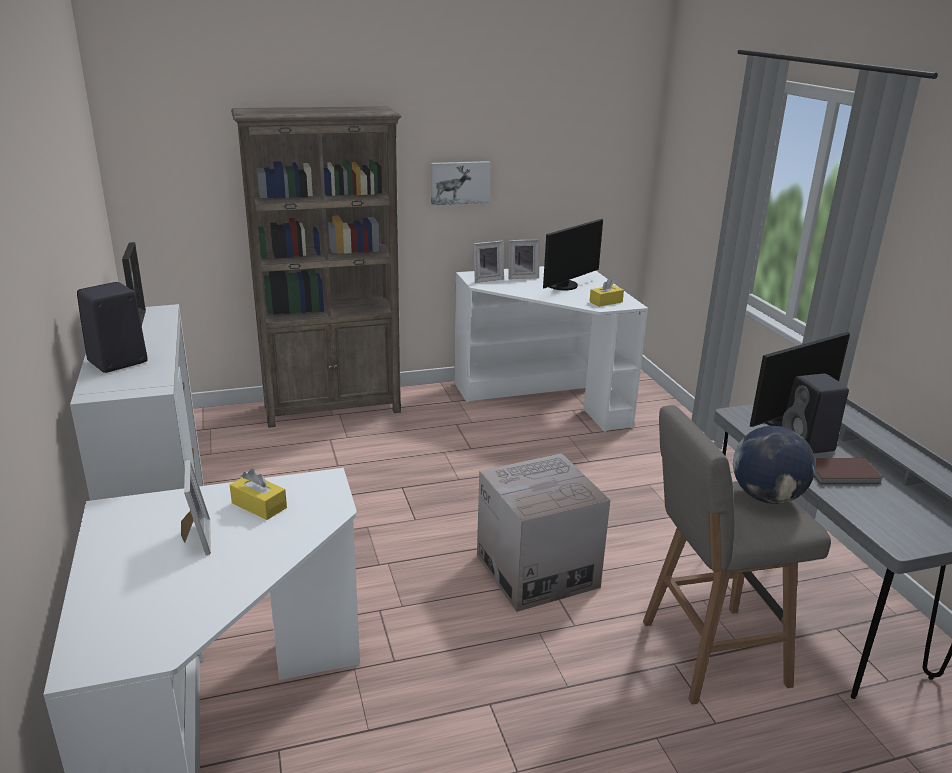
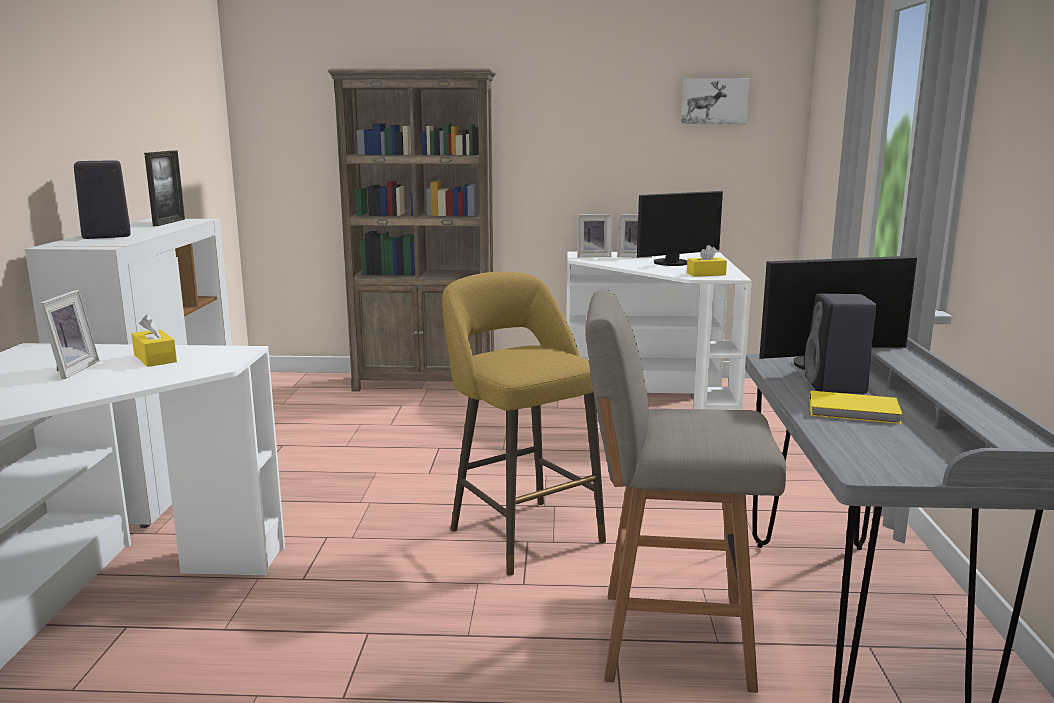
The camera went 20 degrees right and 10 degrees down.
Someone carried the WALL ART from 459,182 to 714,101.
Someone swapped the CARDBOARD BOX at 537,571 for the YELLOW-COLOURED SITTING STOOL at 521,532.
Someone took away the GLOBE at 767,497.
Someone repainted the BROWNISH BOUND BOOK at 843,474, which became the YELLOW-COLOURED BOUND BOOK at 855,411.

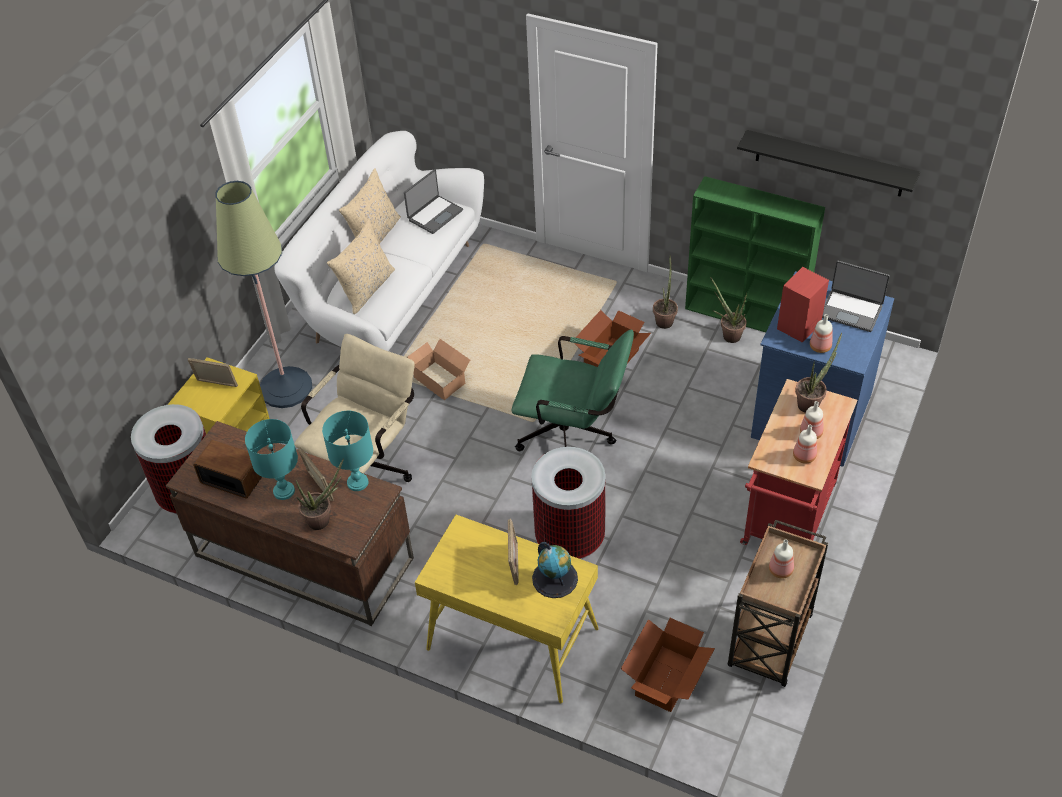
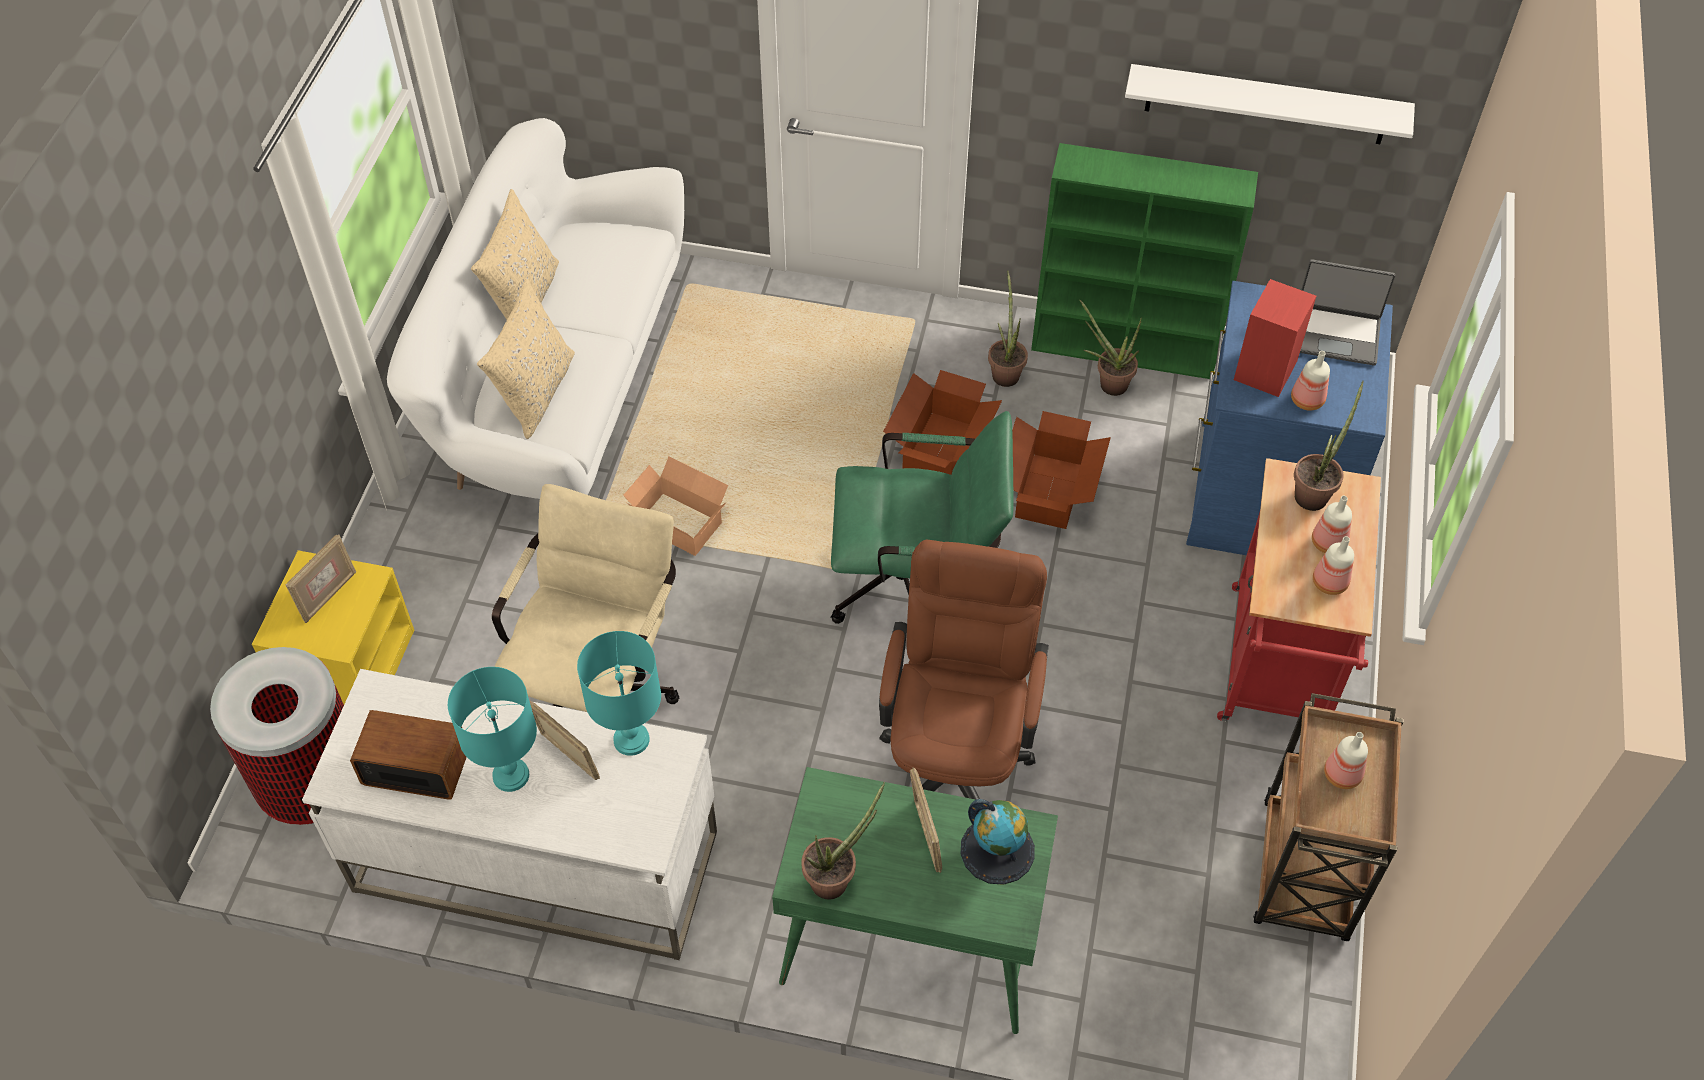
The camera went 15 degrees left and 5 degrees up.
Someone repainted the BROWNISH DESK at 303,557, which became the WHITE-COLOURED DESK at 534,861.
Someone rotated the PHOTO FRAME at 216,384 by 120 degrees clockwise.
Someone took away the STANDING LAMP at 286,388.
Someone carried the HOUSEPLANT from 323,519 to 836,878.
Someone took away the LAPTOP at 434,215.
Someone repainted the YELLOW-COLOURED DESK at 511,639, which became the GREENISH DESK at 910,941.
Someone swapped the WASTE BIN at 570,538 for the BROWNISH COMPUTER CHAIR at 956,756.
Someone carried the CARDBOARD BOX from 665,679 to 1048,491.
Someone repainted the BLACK WALL SHELF at 829,164, which became the WHITE-COLOURED WALL SHELF at 1266,105.

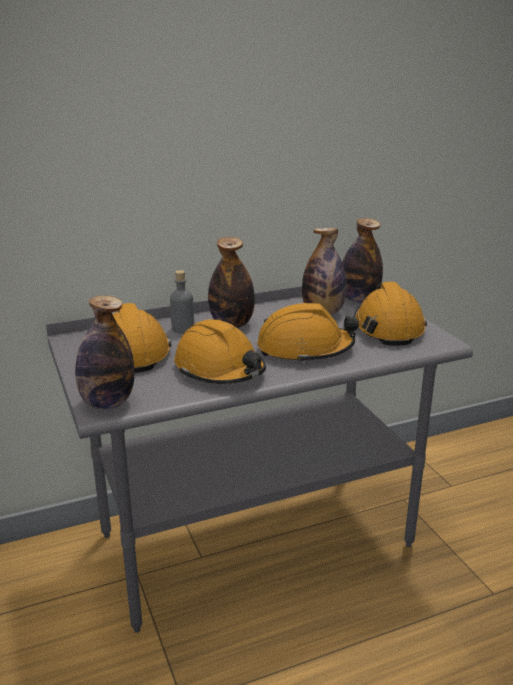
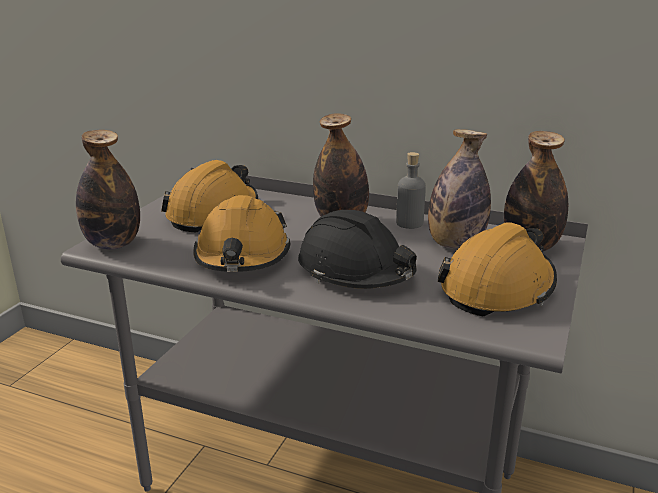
The camera went 45 degrees right and 0 degrees up.
Someone carried the GREY DRINK BOTTLE from 183,329 to 409,223.
Someone repainted the ORANGE-COLOURED HARD HAT at 305,349, which became the BLACK HARD HAT at 356,271.

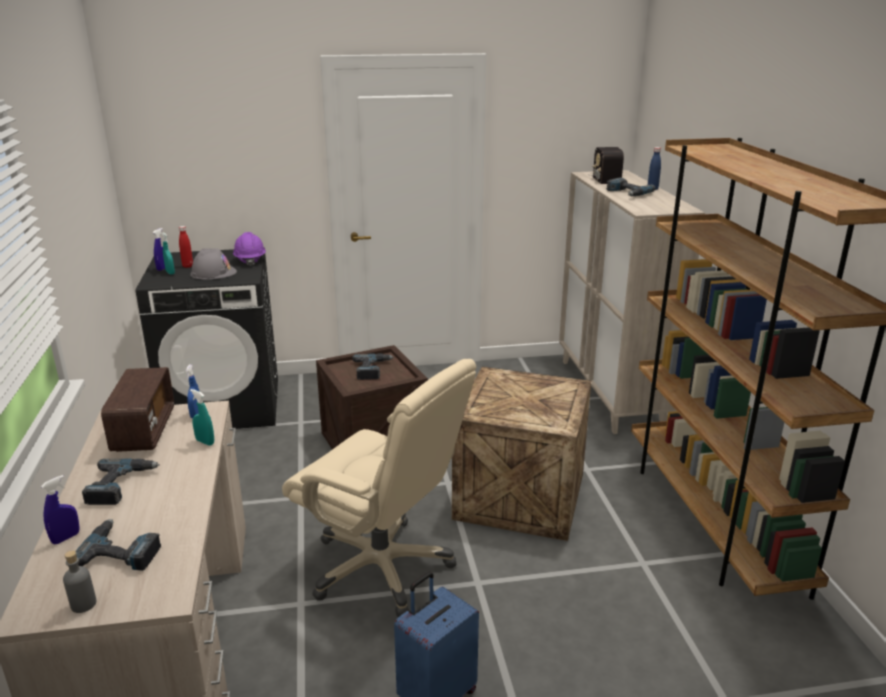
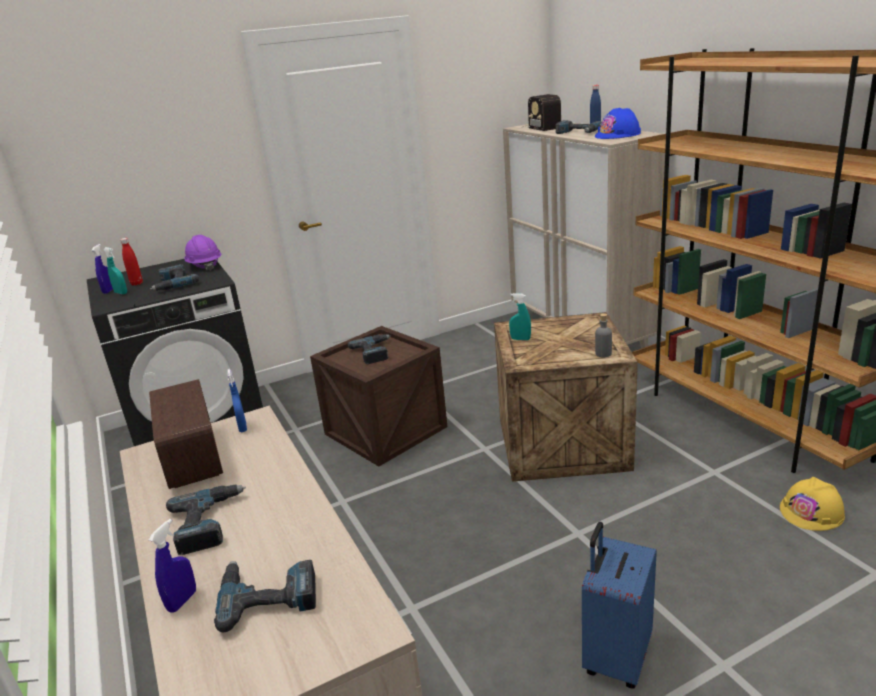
The camera went 15 degrees left and 0 degrees up.
Someone carried the GREY DRINK BOTTLE from 83,604 to 603,354.
Someone swapped the GREY HARD HAT at 213,273 for the DRILL at 172,284.
Someone carried the TURQUOISE-COLOURED HAND SPRAYER from 205,442 to 520,339.
Someone took away the BEIGE-COLOURED COMPUTER CHAIR at 382,567.
Someone put down the BLUE-COLOURED HARD HAT at 617,135.
Someone put down the YELLOW-COLOURED HARD HAT at 812,511.

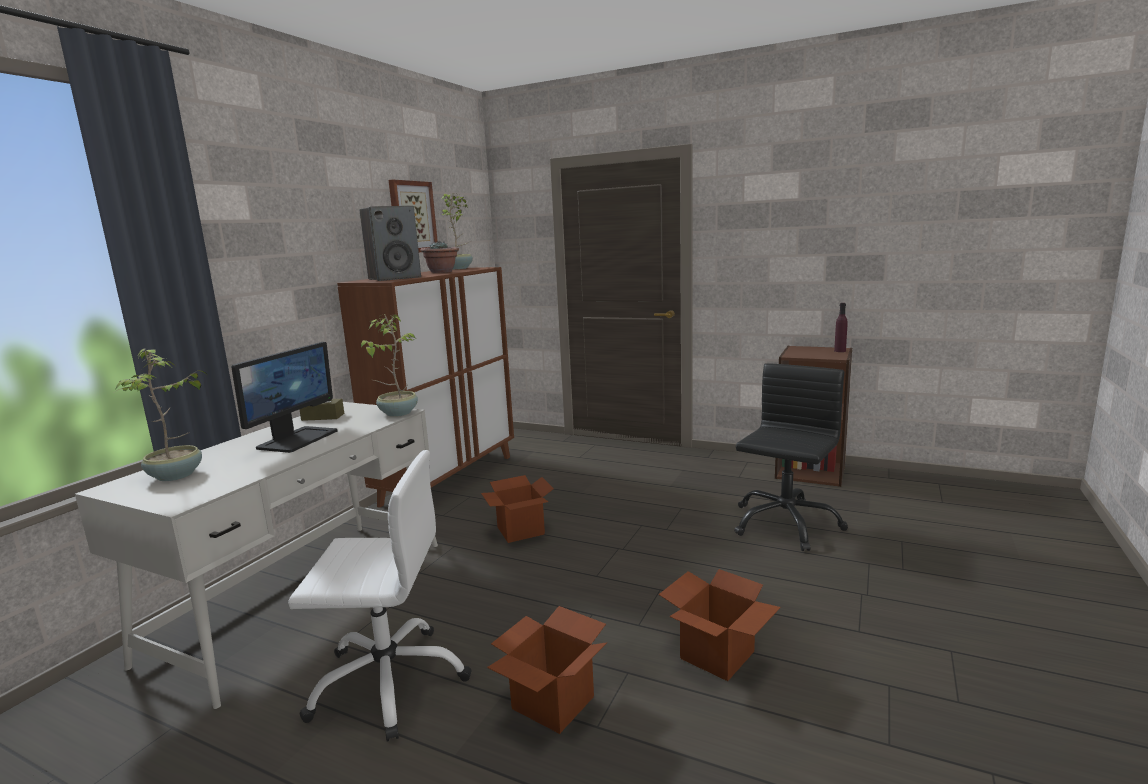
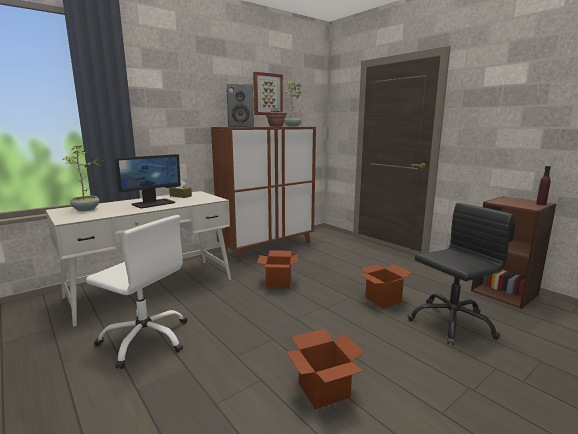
The camera went 25 degrees right and 0 degrees up.
Someone took away the HOUSEPLANT at 397,413.
Someone carried the CARDBOARD BOX from 553,702 to 383,300.

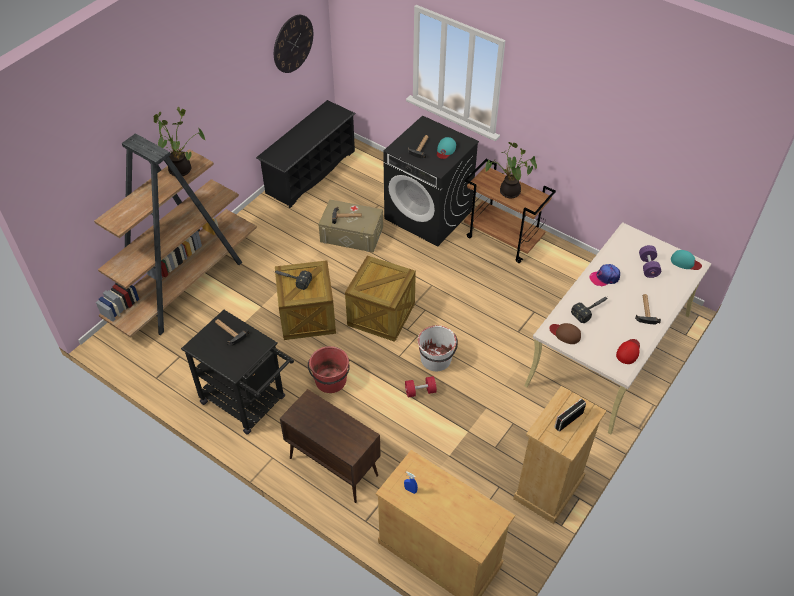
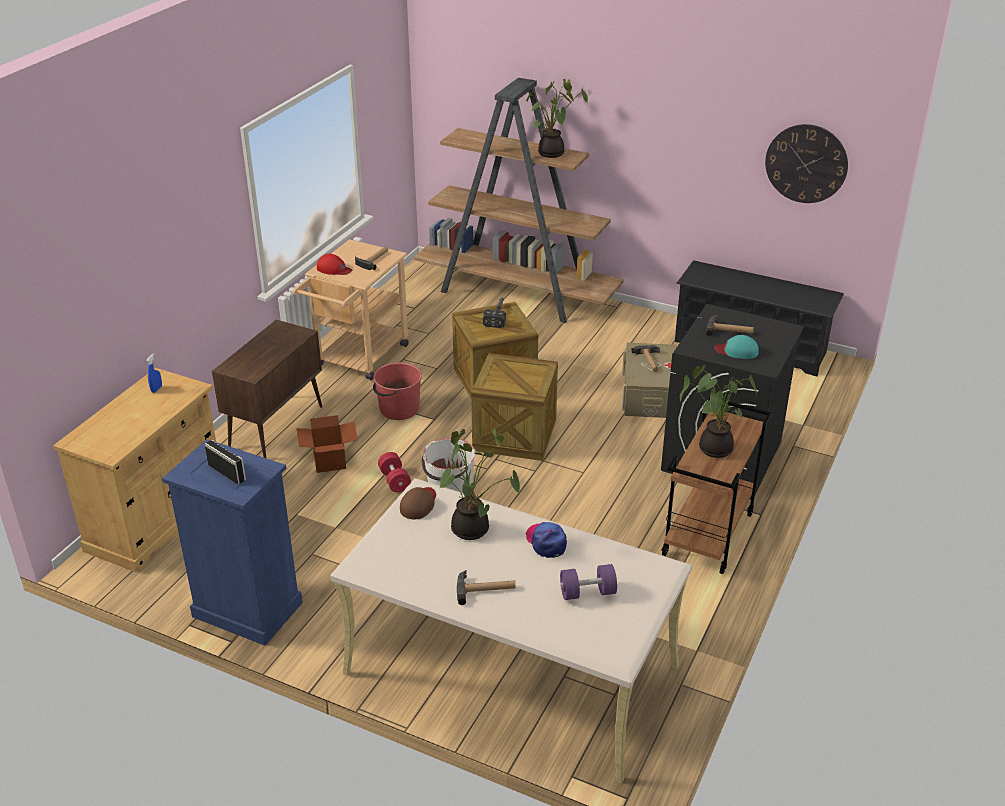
The camera went 80 degrees right and 15 degrees down.
Someone repainted the BLACK CART at 248,403, which became the BEIGE-COLOURED CART at 358,359.
Someone repainted the BEIGE-COLOURED DRAWER CHEST at 548,489, which became the BLUE-COLOURED DRAWER CHEST at 247,609.
Someone swapped the TOOL HAMMER at 591,309 for the HOUSEPLANT at 473,529.
Someone carried the REDDISH BASEBALL CAP from 628,352 to 334,269.
Someone took away the TURQUOISE-COLOURED BASEBALL CAP at 685,262.
Someone put down the CARDBOARD BOX at 329,461.

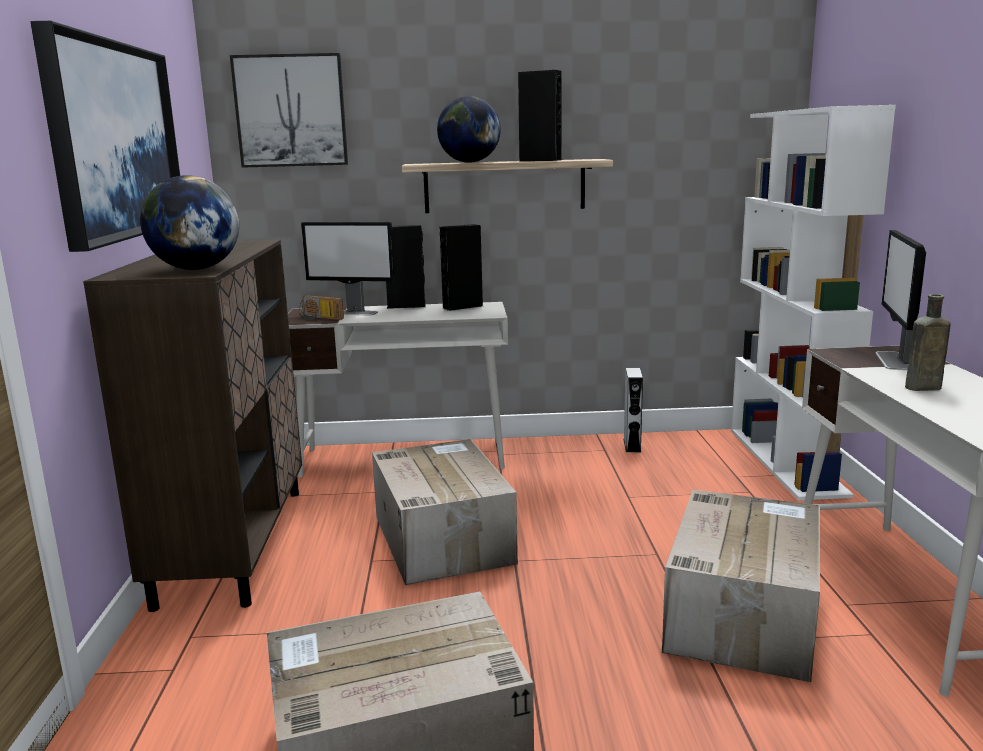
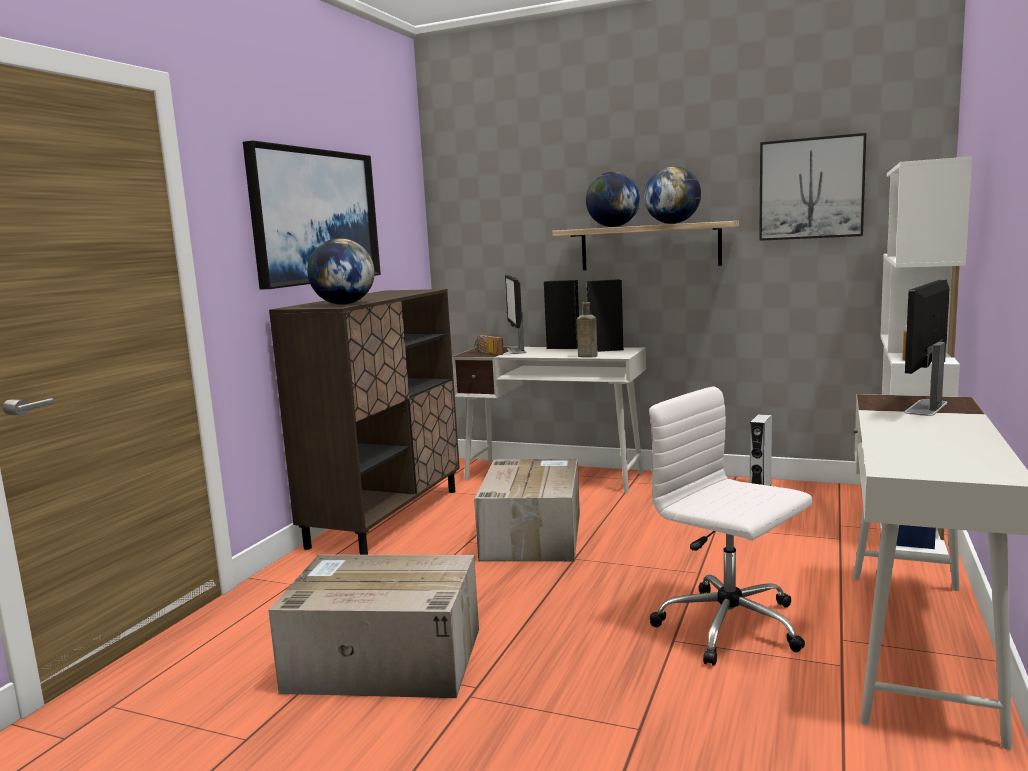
The camera went 25 degrees right and 5 degrees down.
Someone carried the WALL ART from 291,111 to 811,188.
Someone rotated the COMPUTER SCREEN at 353,313 by 45 degrees clockwise.
Someone swapped the BLACK SPEAKER at 540,160 for the GLOBE at 672,223.
Someone swapped the CARDBOARD BOX at 742,613 for the WHITE-COLOURED COMPUTER CHAIR at 732,627.
Someone carried the BROWNISH DRINK BOTTLE from 920,388 to 586,356.

